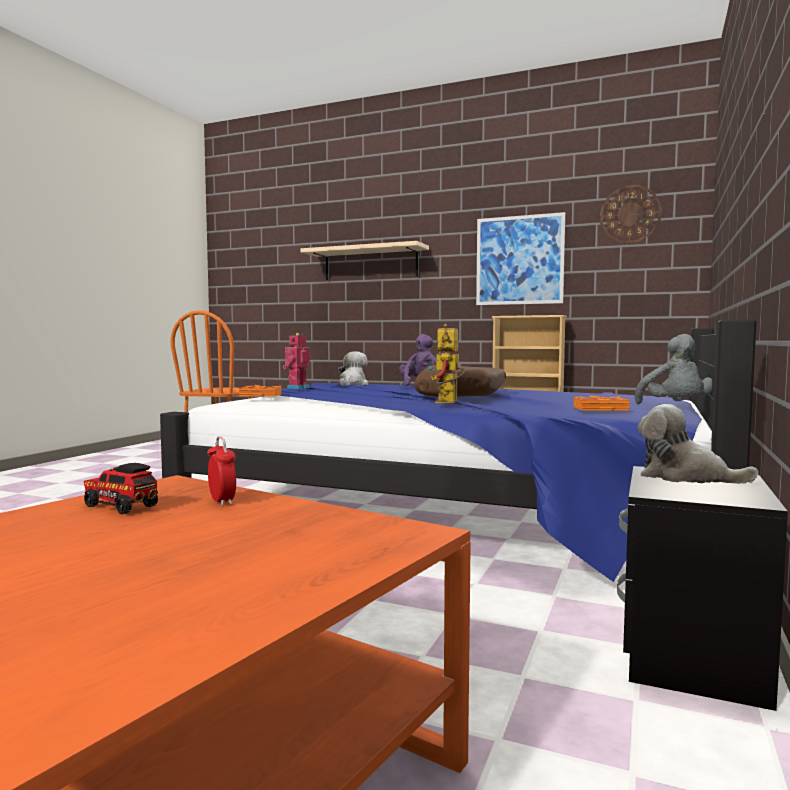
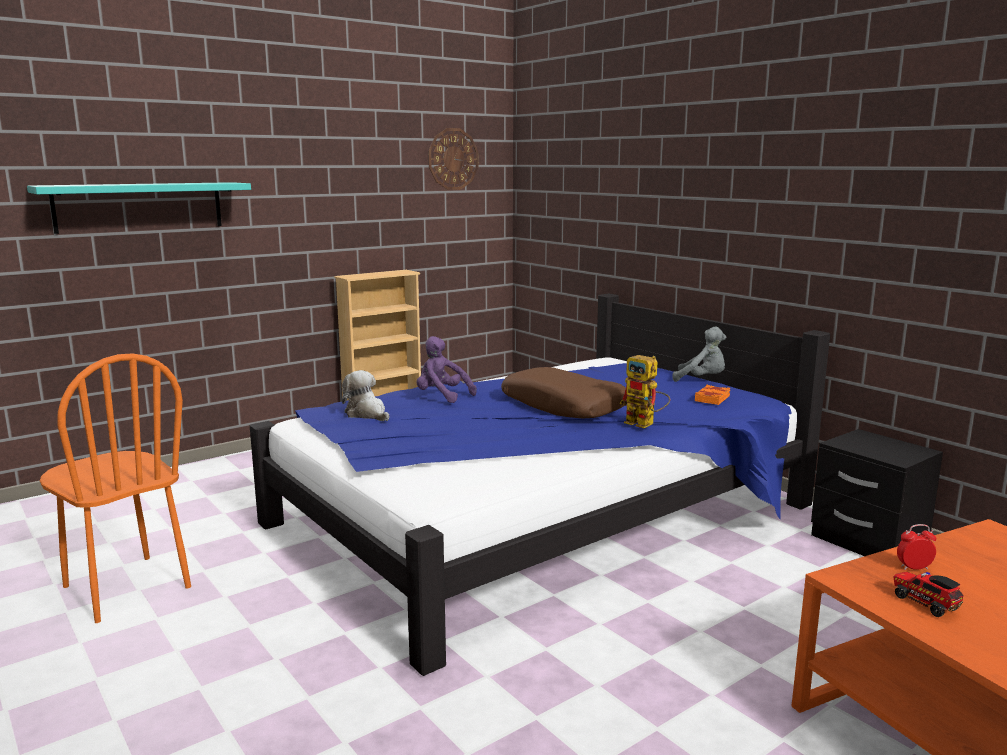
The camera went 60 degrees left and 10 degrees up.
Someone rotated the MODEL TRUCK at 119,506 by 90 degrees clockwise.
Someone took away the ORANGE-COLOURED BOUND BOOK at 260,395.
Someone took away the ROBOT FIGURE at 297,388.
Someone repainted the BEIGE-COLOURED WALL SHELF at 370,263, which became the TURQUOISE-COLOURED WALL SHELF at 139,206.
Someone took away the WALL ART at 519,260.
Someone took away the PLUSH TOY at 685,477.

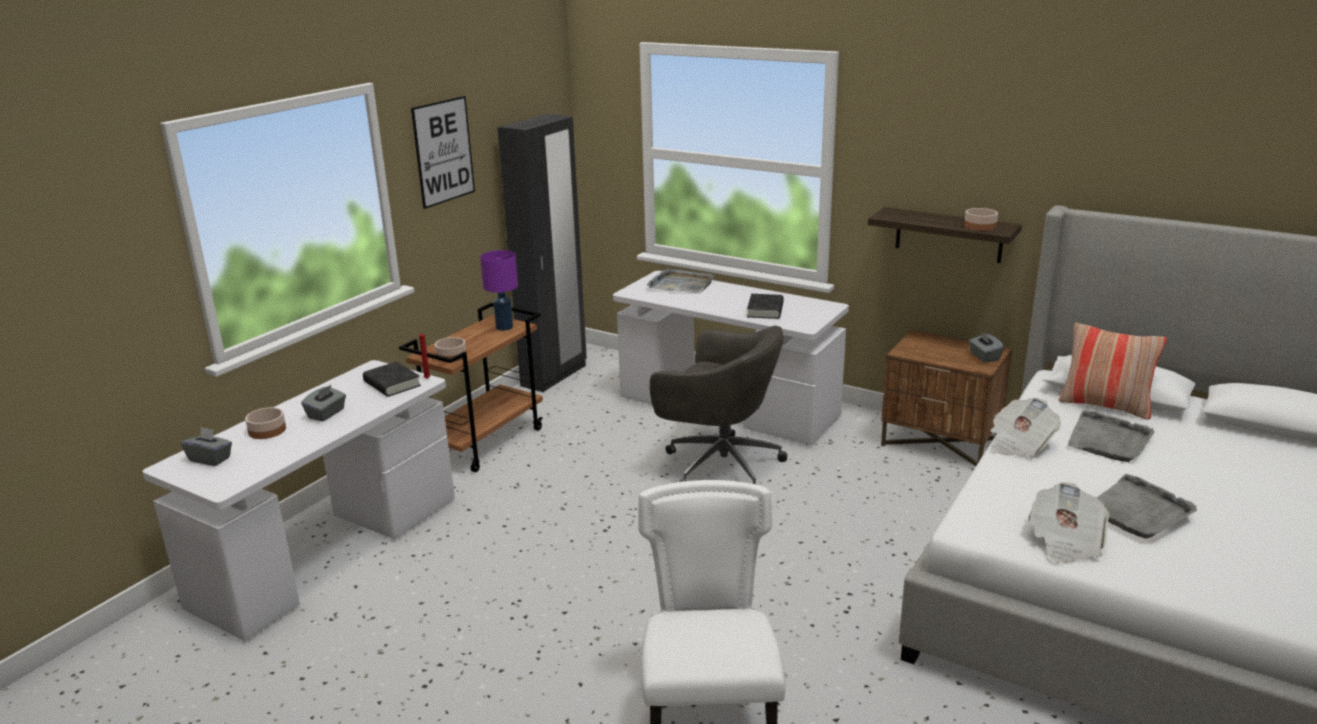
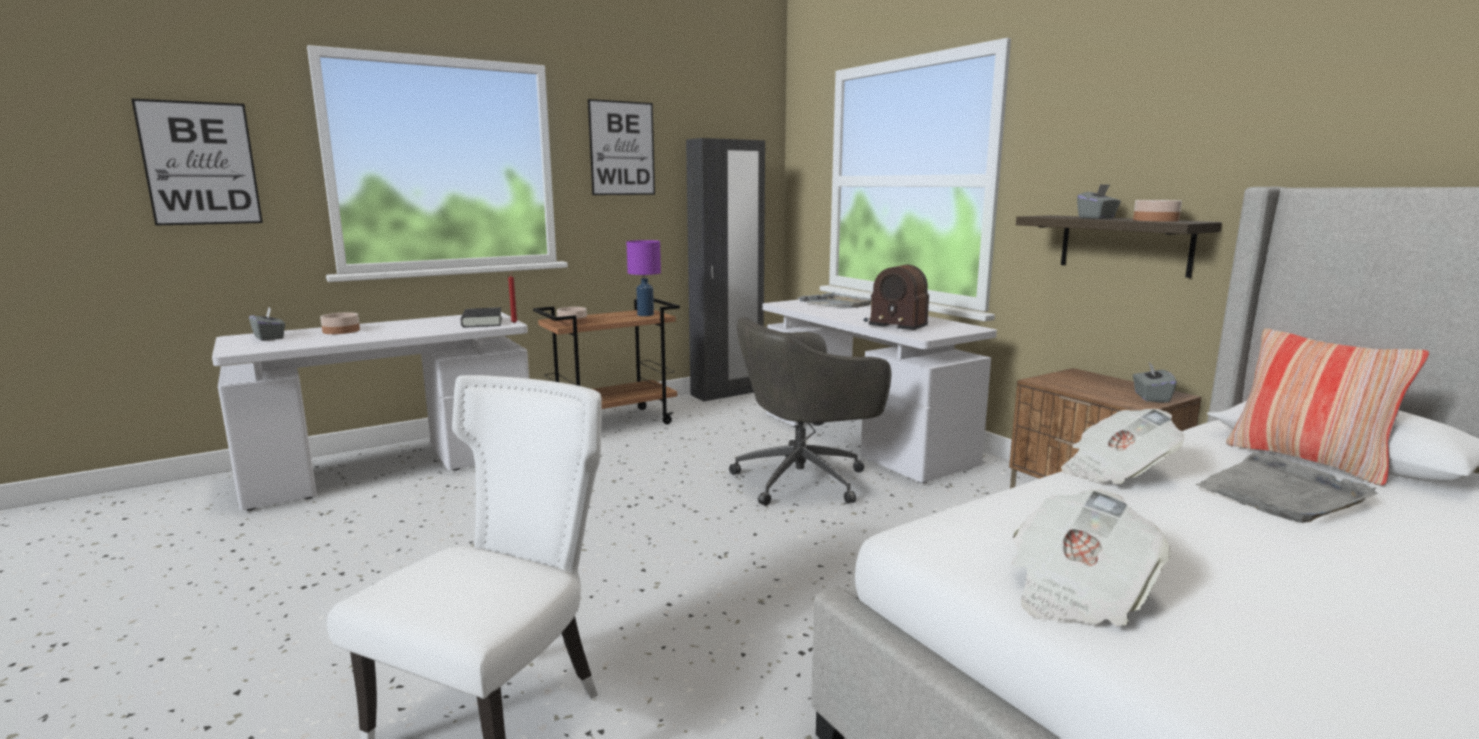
The camera went 25 degrees right and 10 degrees down.
Someone carried the GREY TISSUE BOX from 326,414 to 1097,218.
Someone rotated the GREY COMPUTER CHAIR at 719,464 by 105 degrees clockwise.
Someone swapped the BLACK BOUND BOOK at 765,310 for the RADIO SET at 895,323.
Someone took away the GREY SERVING TRAY at 1138,511.
Someone put up the WALL ART at 200,164.

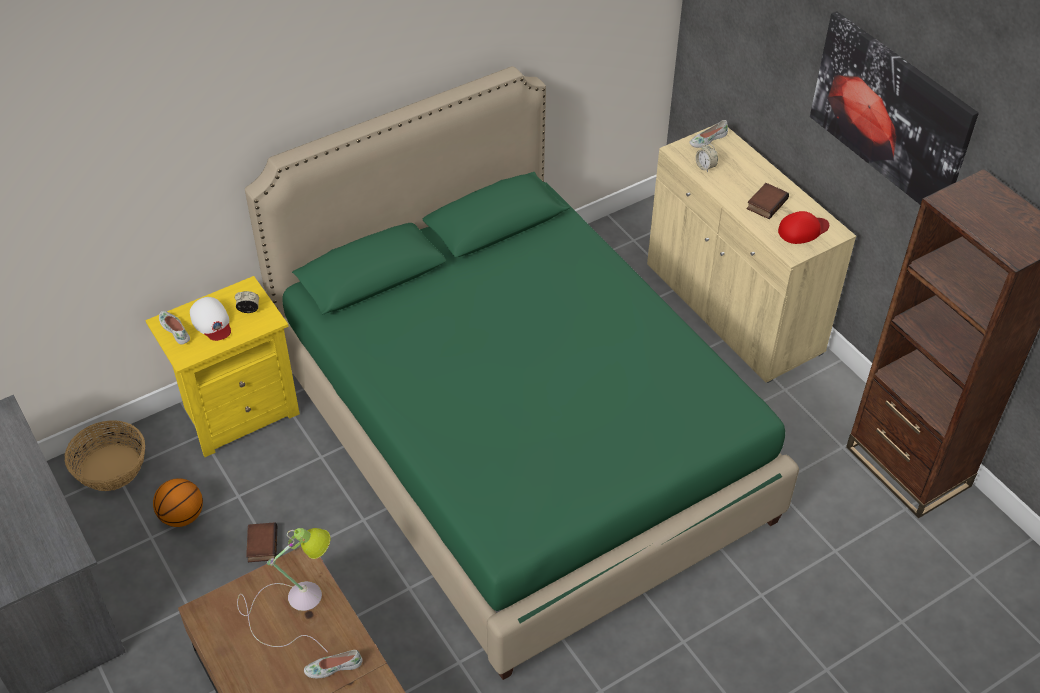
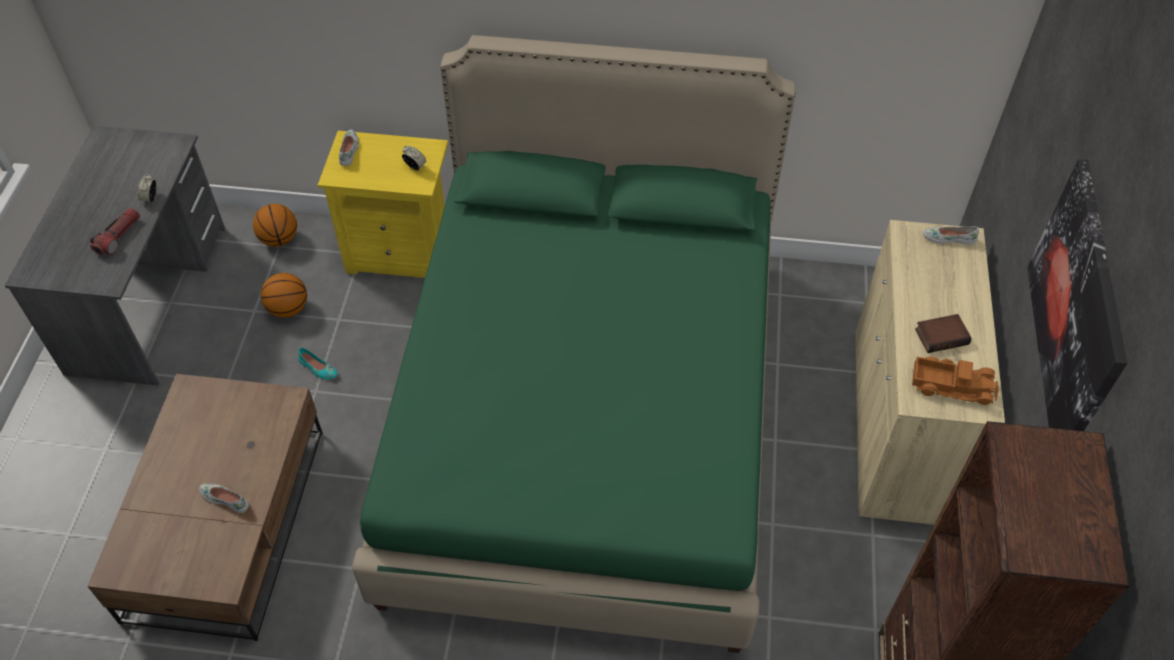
The camera went 40 degrees right and 5 degrees up.
Someone swapped the STORAGE BASKET at 111,467 for the BASKETBALL at 279,239.
Someone took away the WHITE-COLOURED BASEBALL CAP at 212,322.
Someone took away the LAMP FOR A TABLE at 293,604.
Someone swapped the BOUND BOOK at 261,544 for the TURQUOISE-COLOURED SHOE at 318,368.
Someone carried the TABLE CLOCK from 705,167 to 150,198.
Someone swapped the REDDISH BASEBALL CAP at 803,230 for the MODEL TRUCK at 952,385.
Someone put down the FLASHLIGHT at 119,237.

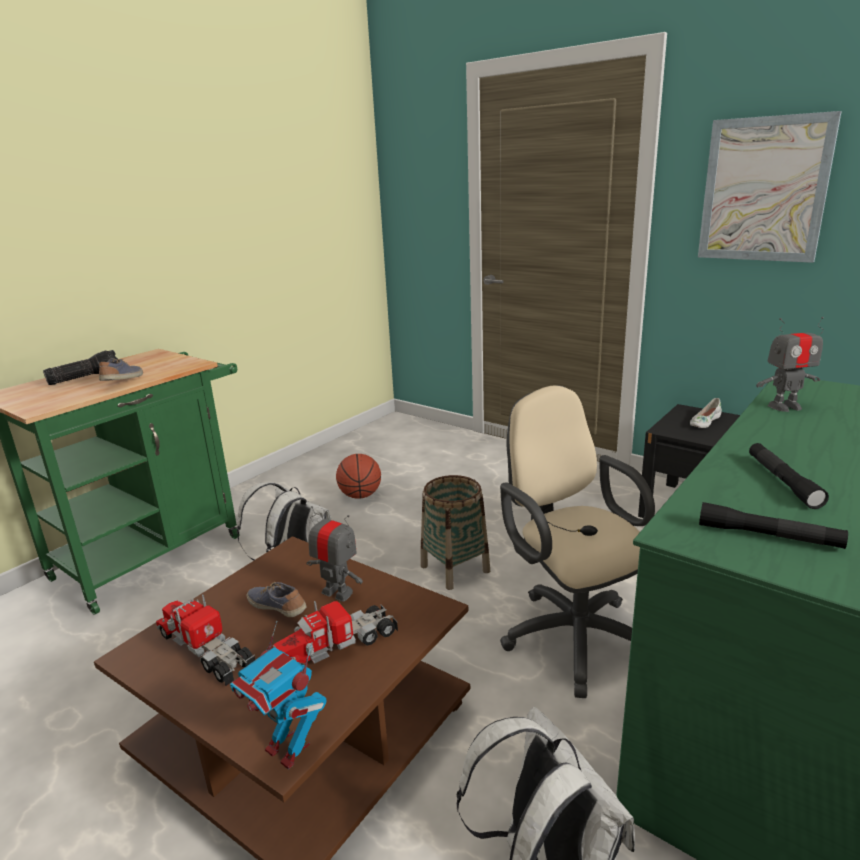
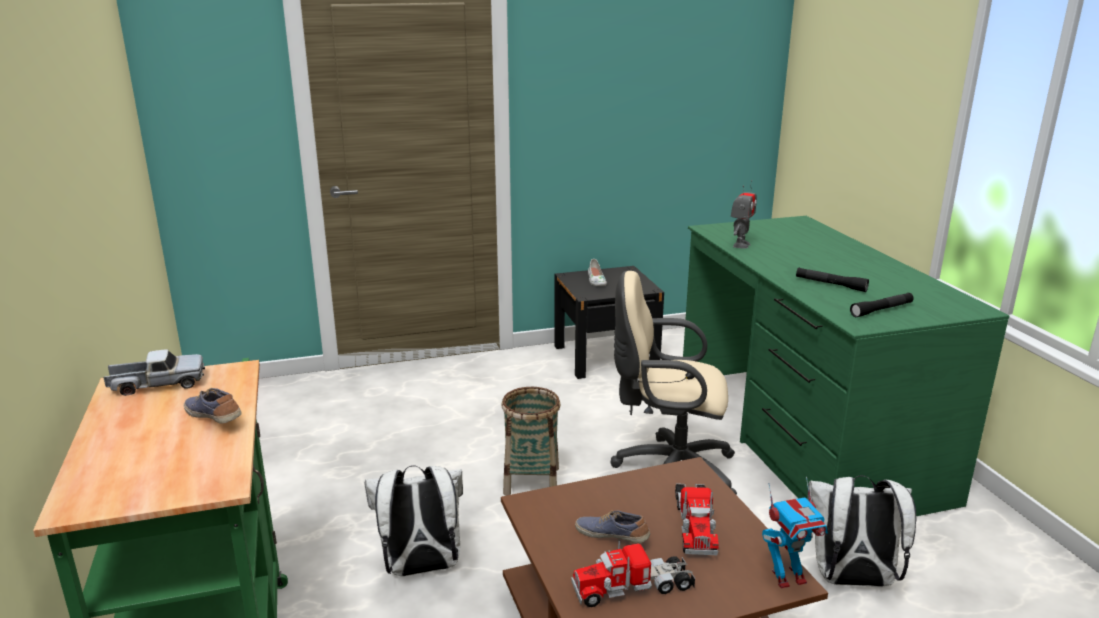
The camera went 55 degrees left and 0 degrees up.
Someone took away the FLASHLIGHT at 85,377.
Someone rotated the SHOE at 278,608 by 45 degrees clockwise.
Someone took away the ROBOT FIGURE at 337,593.
Someone took away the BASKETBALL at 360,495.
Someone took away the WALL ART at 763,190.
Someone put down the MODEL TRUCK at 157,384.

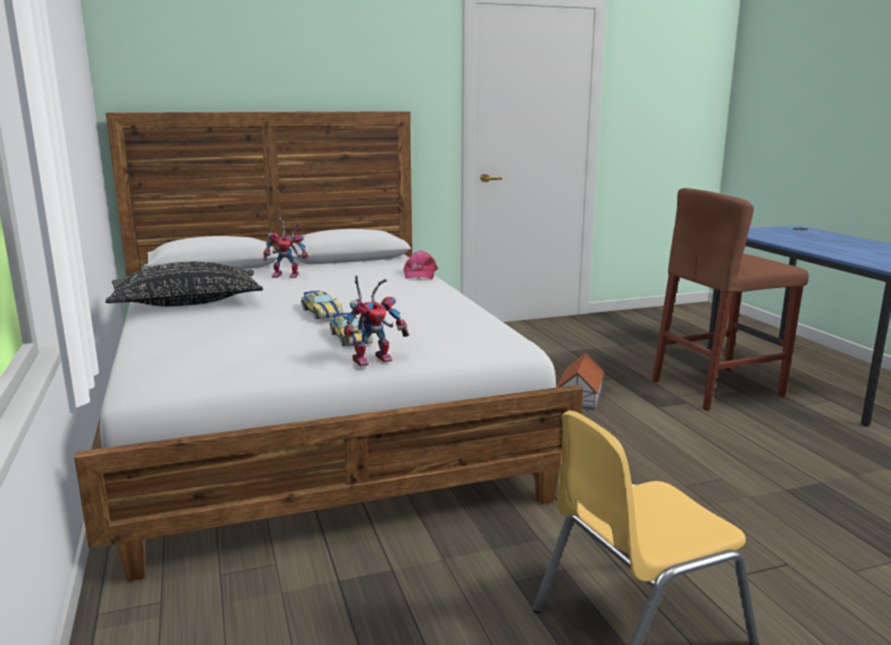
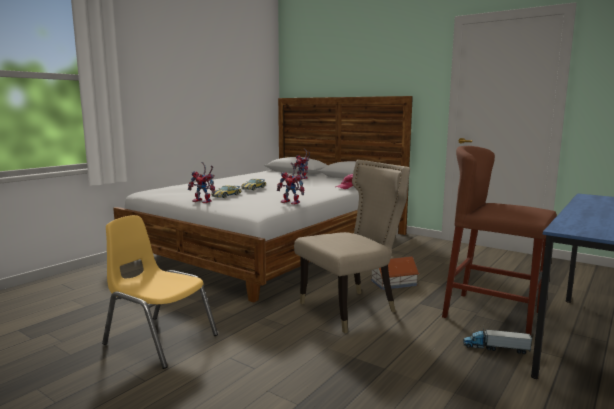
The camera went 55 degrees right and 5 degrees down.
Someone took away the BLACK PILLOW at 187,303.
Someone put down the ROBOT FIGURE at 292,202.
Someone put down the BEIGE-COLOURED CHAIR at 352,308.
Someone put down the MODEL TRUCK at 495,348.

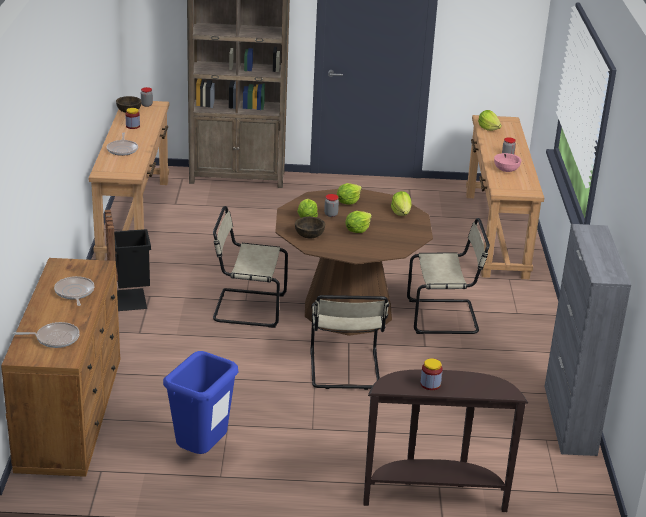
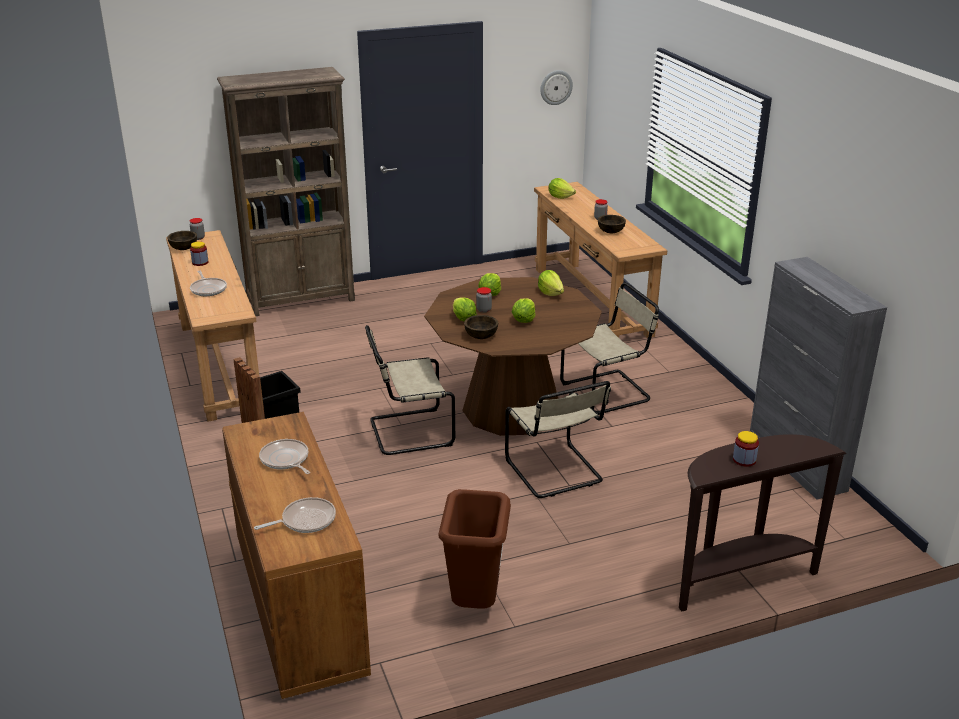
The camera went 20 degrees left and 0 degrees up.
Someone repainted the BLUE-COLOURED WASTE BIN at 201,453, which became the BROWNISH WASTE BIN at 475,606.
Someone repainted the PINKISH BOWL at 506,170, which became the BROWNISH BOWL at 611,231.
Someone put up the WALL CLOCK at 556,87.

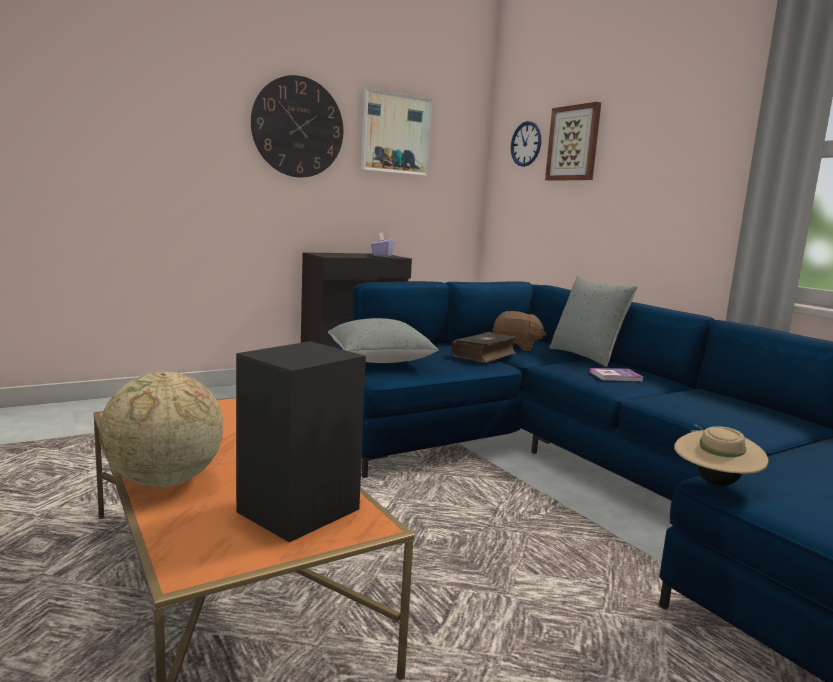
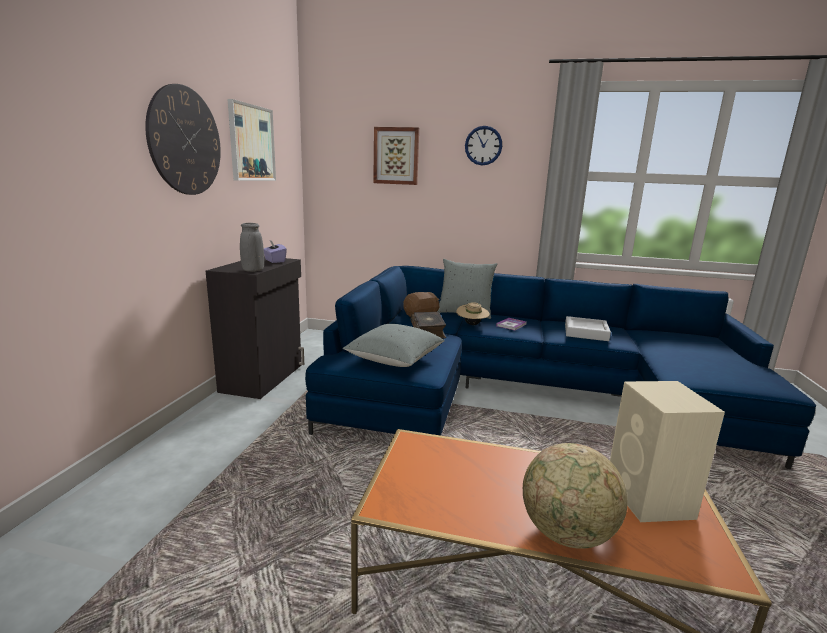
The camera went 45 degrees left and 5 degrees up.
Someone repainted the BLACK SPEAKER at 296,511, which became the BEIGE-COLOURED SPEAKER at 650,499.
Someone carried the WALL CLOCK from 526,144 to 483,145.
Someone carried the BEIGE-COLOURED CLOTHING HAT from 714,482 to 471,324.
Someone put down the GREY DECORATIVE VASE at 253,270.
Someone put down the GREY SERVING TRAY at 586,332.

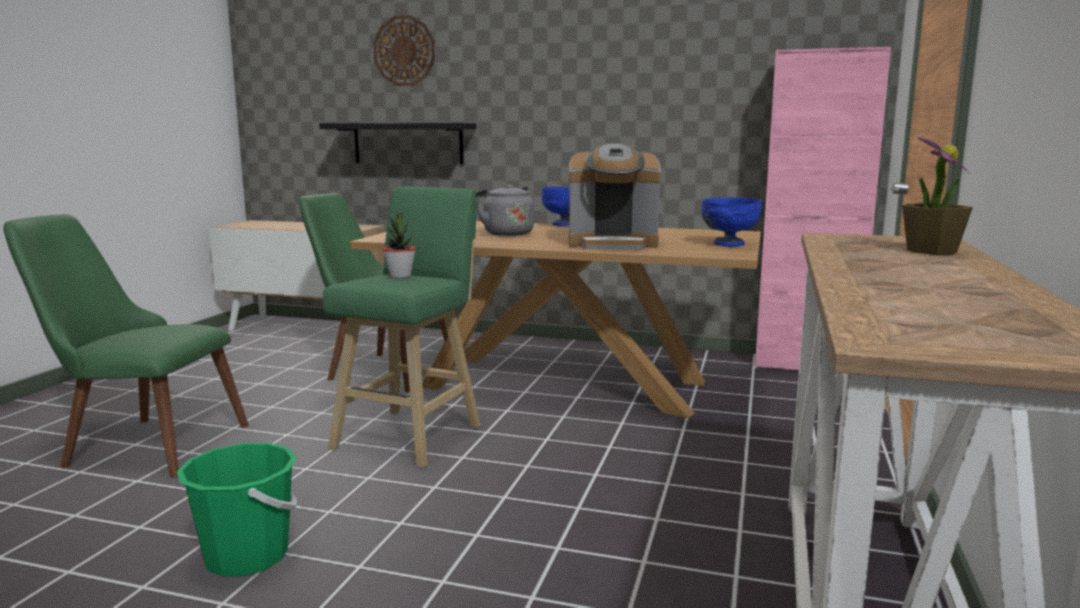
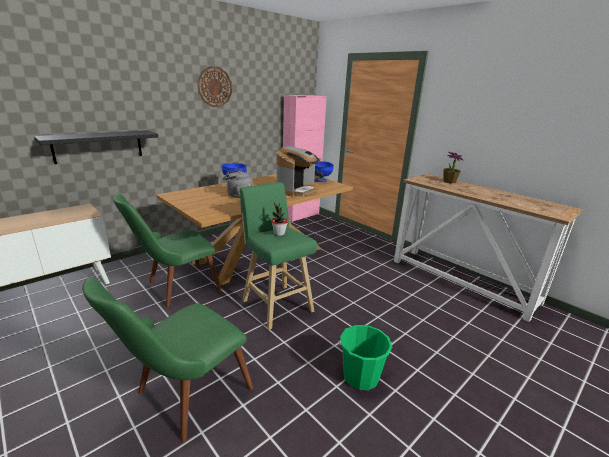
The camera went 60 degrees left and 10 degrees up.
Someone carried the WALL CLOCK from 404,51 to 214,87.

